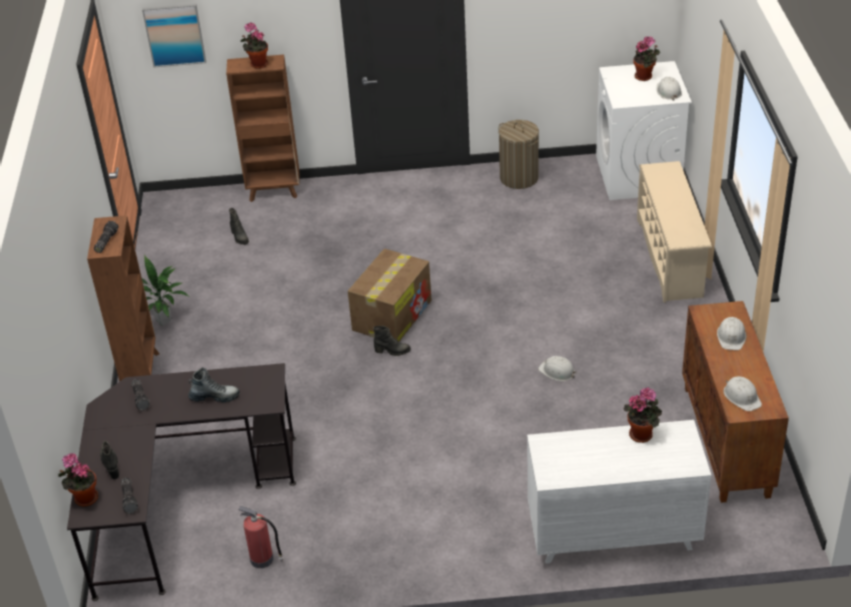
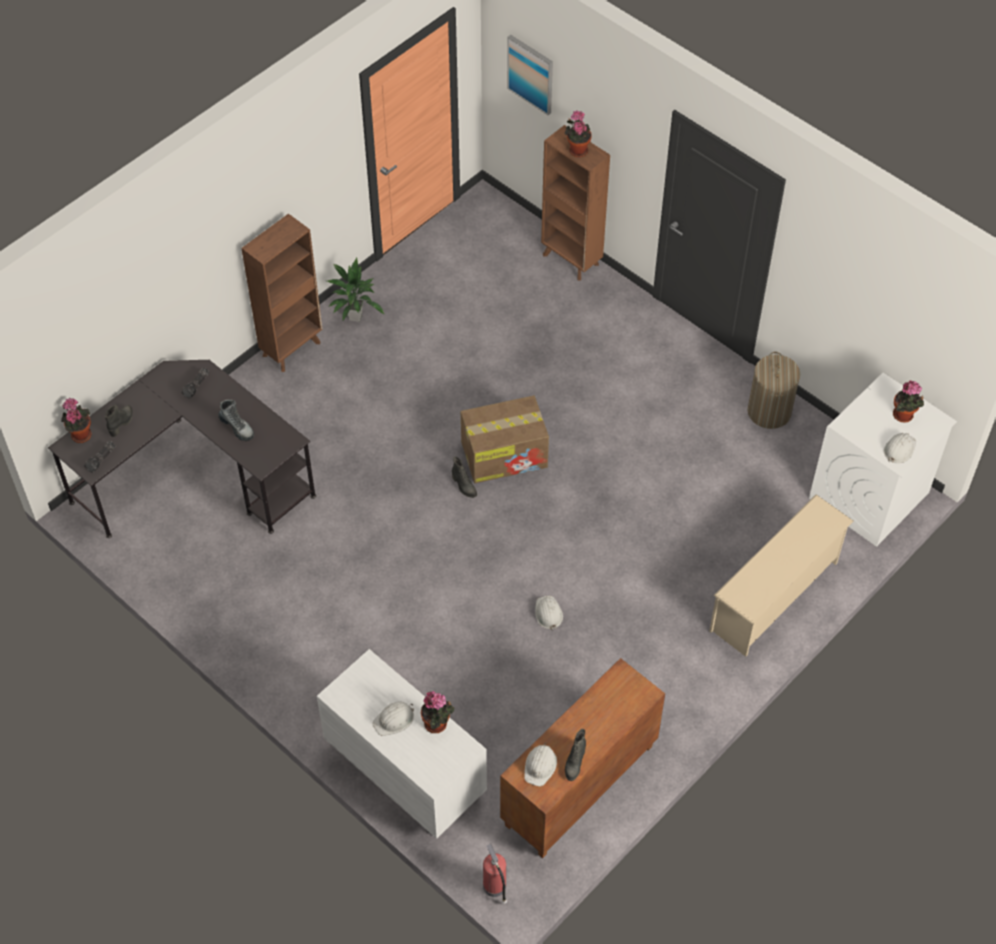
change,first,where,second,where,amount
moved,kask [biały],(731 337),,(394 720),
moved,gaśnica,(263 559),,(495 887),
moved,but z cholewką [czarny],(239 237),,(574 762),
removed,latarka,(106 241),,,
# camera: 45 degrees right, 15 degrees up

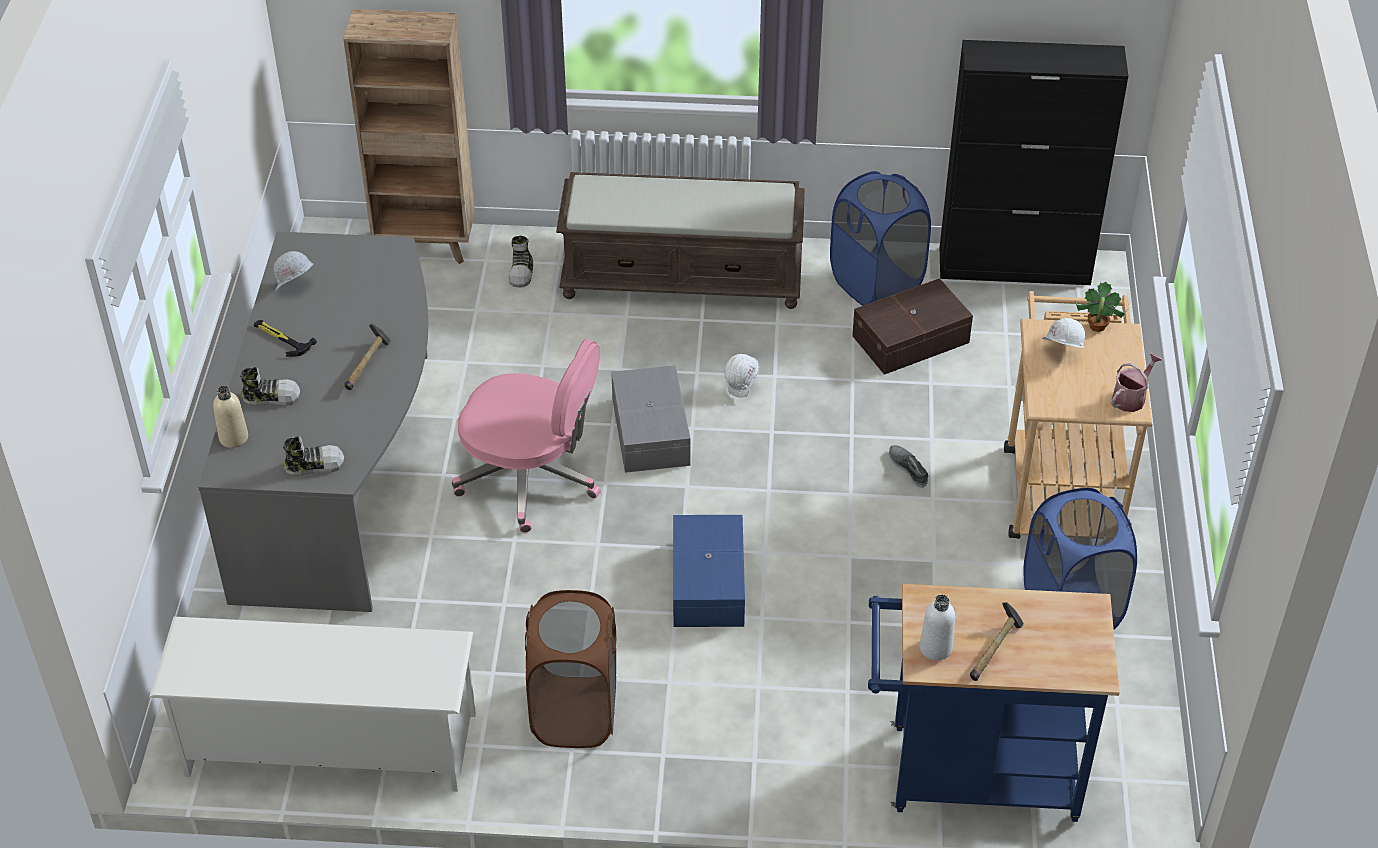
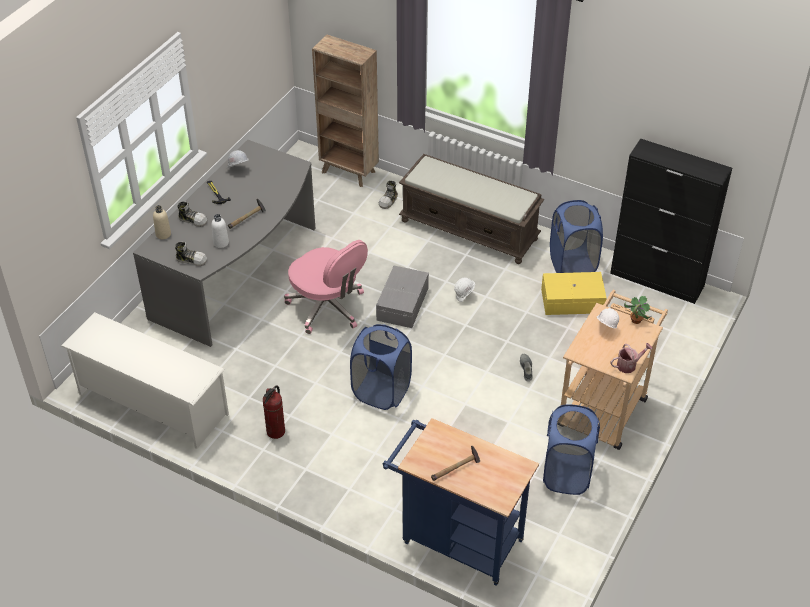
change,first,where,second,where,amount
moved,butelka [biały],(935 648),,(221 243),
replaced,kosz na pranie [brązowy],(575 713),gaśnica,(276 432),
replaced,pojemnik do przechowywania [niebieski],(706 584),kosz na pranie [niebieski],(381 391),
recoloured,pojemnik do przechowywania [brązowy],(912 340),pojemnik do przechowywania [żółty],(573 301),
# camera: 25 degrees right, 0 degrees up

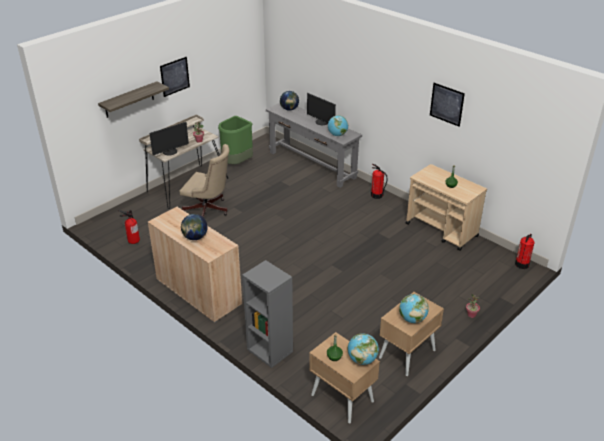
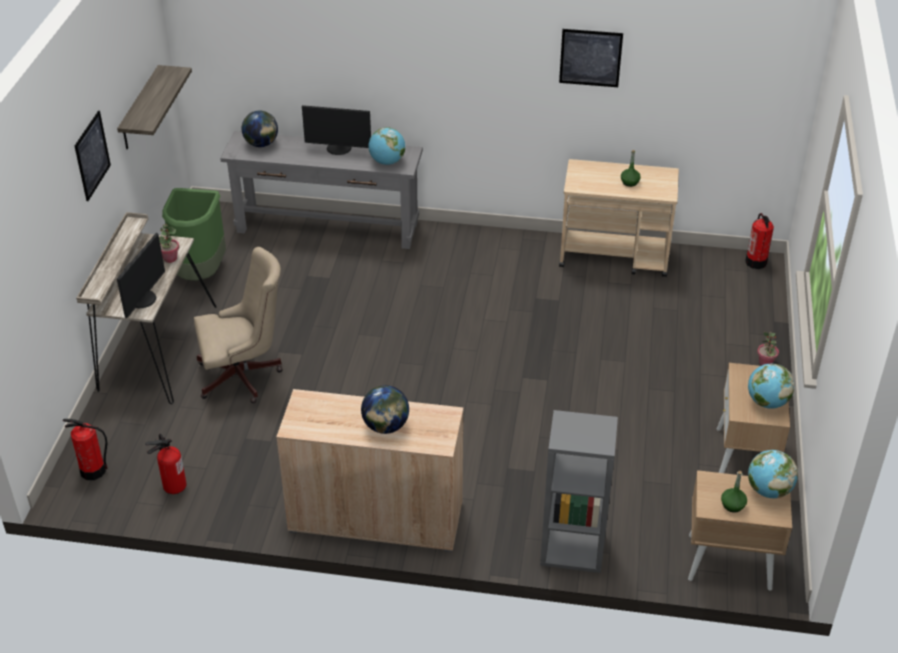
change,first,where,second,where,amount
moved,gaśnica,(377 195),,(93 471),
moved,półka,(129 100),,(140 109),
# camera: 35 degrees left, 5 degrees up

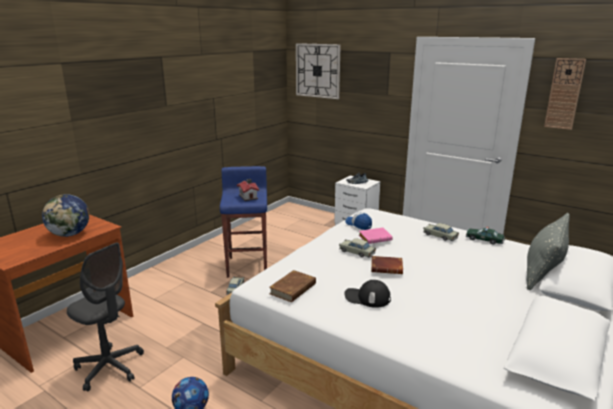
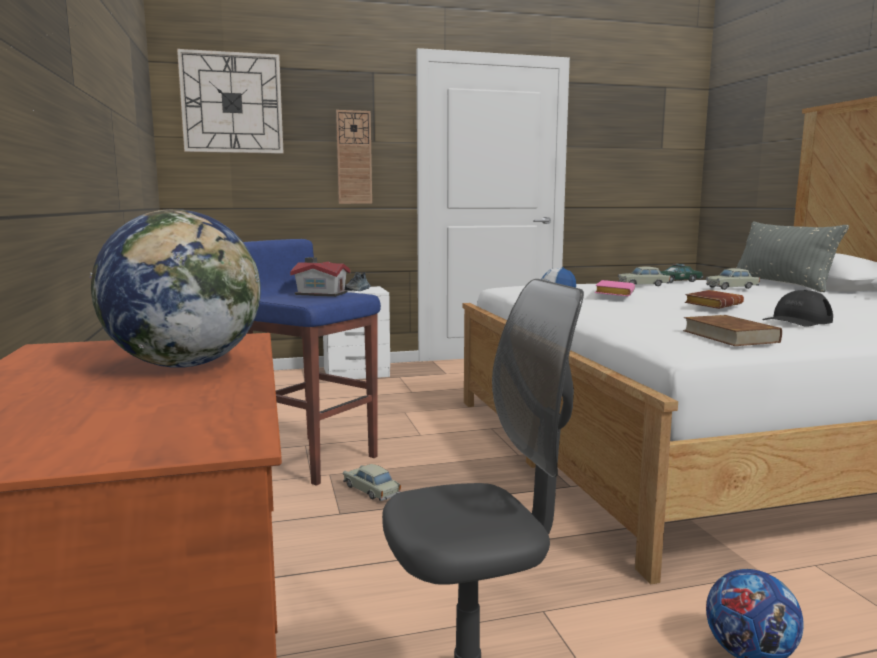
change,first,where,second,where,amount
moved,zegar ścienny,(564 94),,(354 157),
moved,samochodzik [beżowy],(356 252),,(732 288),
# camera: 50 degrees left, 10 degrees down

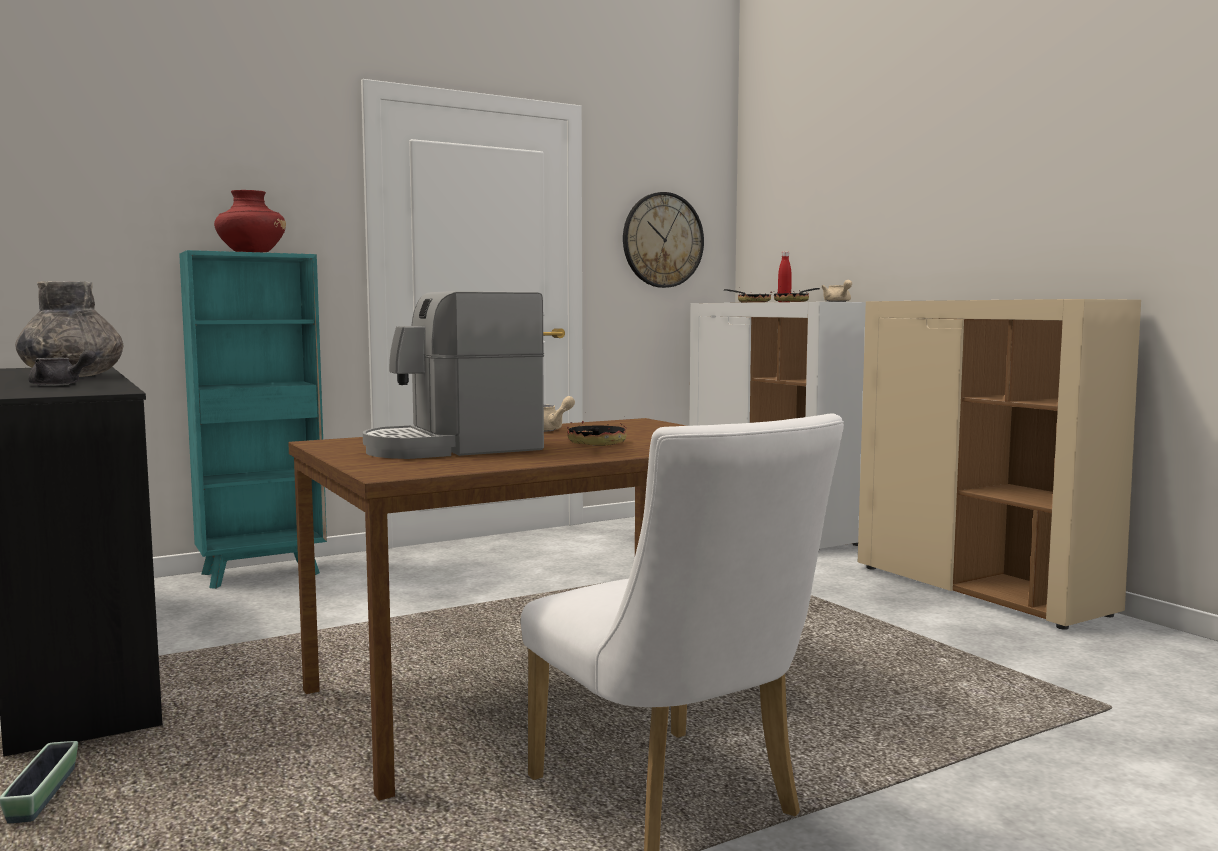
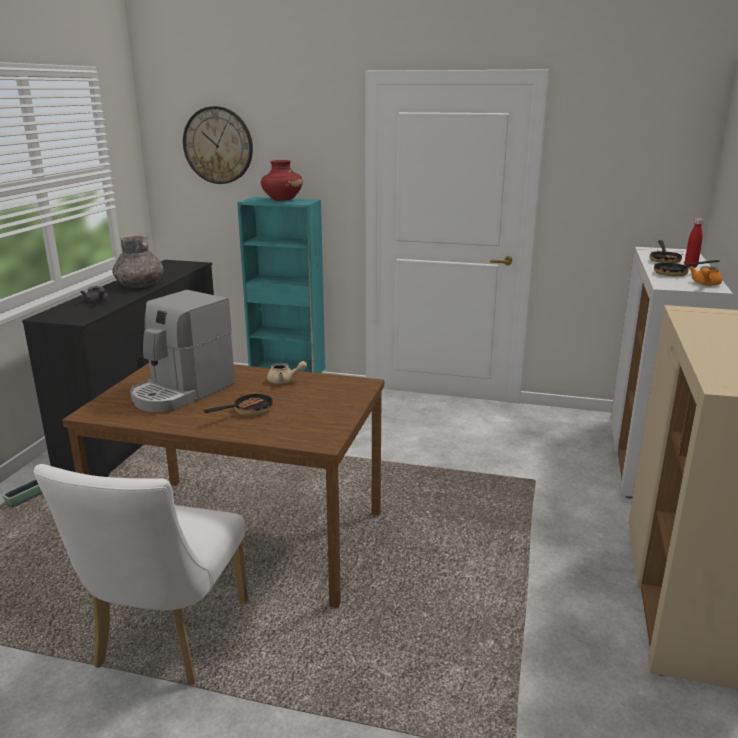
change,first,where,second,where,amount
turned,ekspres do kawy,(453 448),,(182 392),75 degrees counterclockwise
moved,zegar ścienny,(662 240),,(218 145),
recoloured,imbryk [beżowy],(838 301),imbryk [pomarańczowy],(705 284),
# camera: 45 degrees right, 15 degrees up

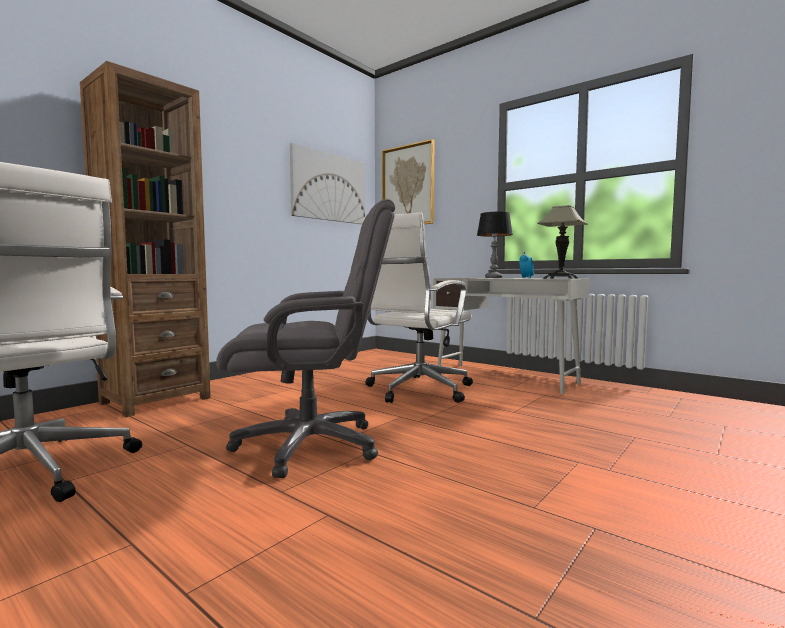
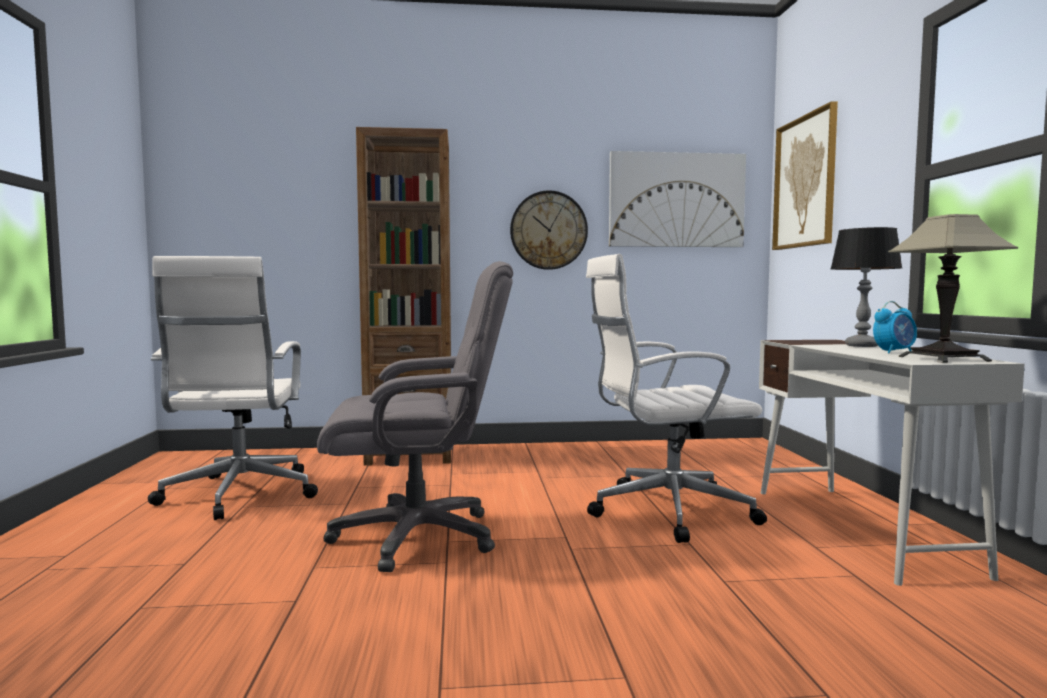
change,first,where,second,where,amount
turned,krzesło biurowe [szary],(310 445),,(418 536),45 degrees counterclockwise
added,,,zegar ścienny,(548 230),
# camera: 45 degrees right, 0 degrees up

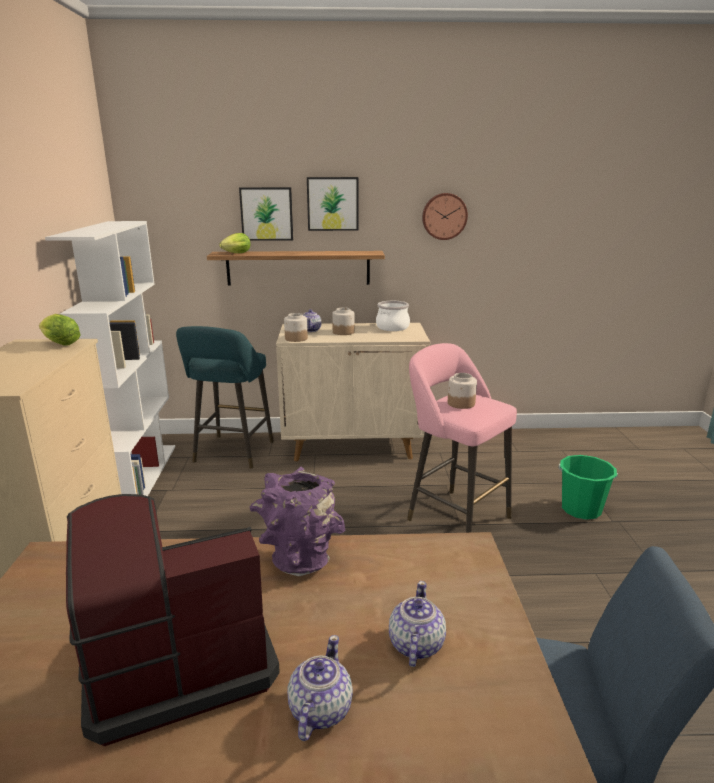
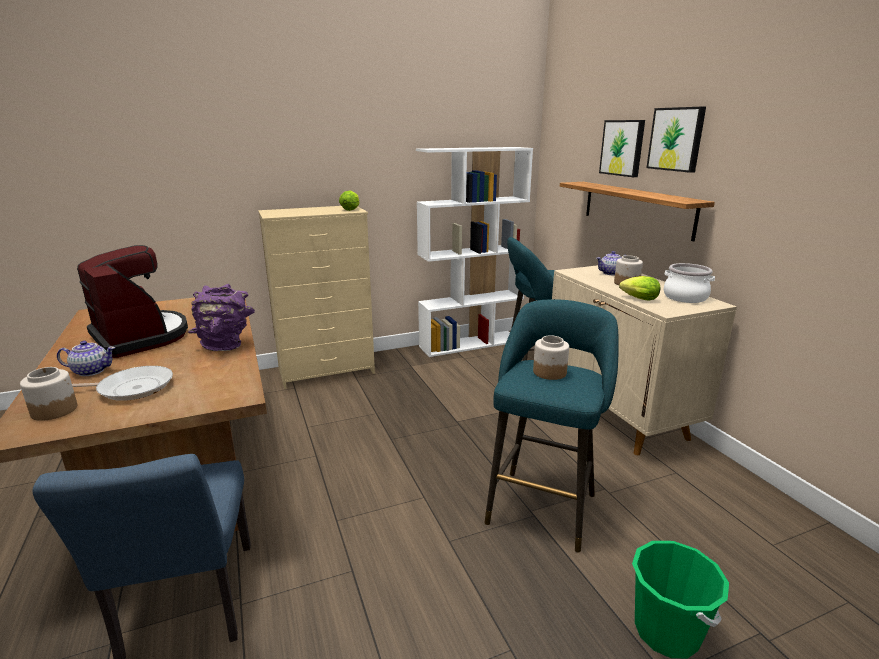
change,first,where,second,where,amount
moved,słoik,(296 338),,(54 410),
replaced,imbryk,(415 645),patelnia,(132 388),
recoloured,stołek [różowy],(454 516),stołek [turkusowy],(543 504),
moved,sałata,(235 253),,(637 299),
removed,zegar ścienny,(444 216),,,
# camera: 70 degrees right, 0 degrees up

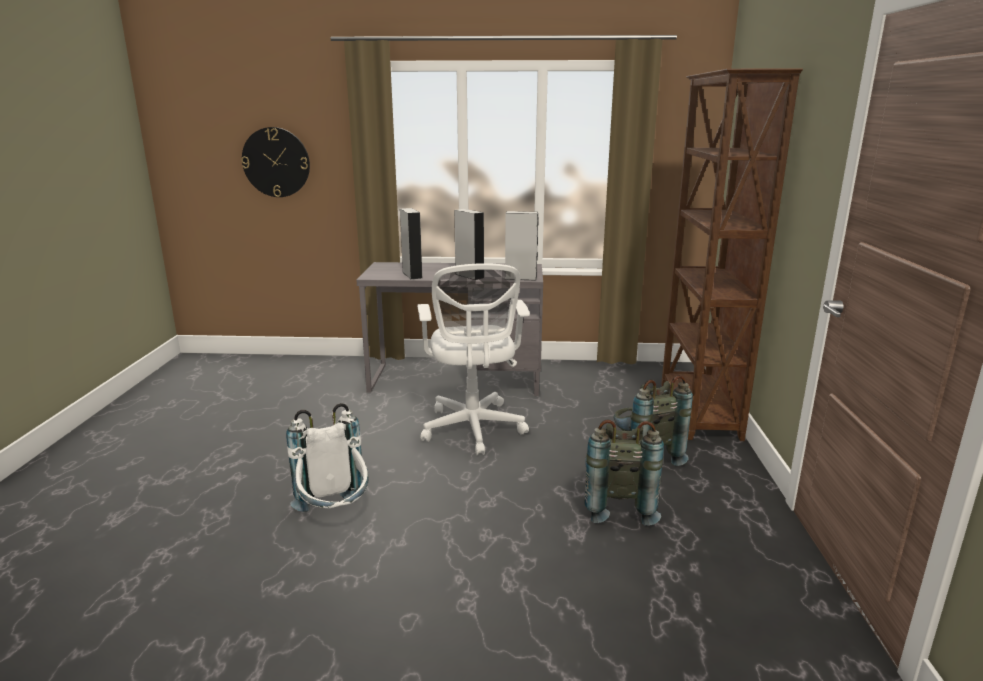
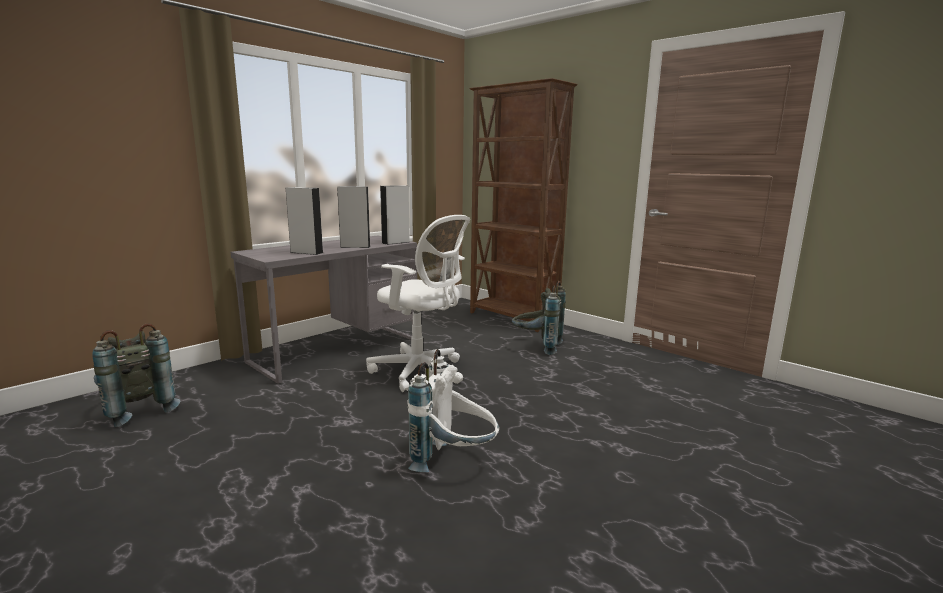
change,first,where,second,where,amount
moved,plecak [szary],(617 505),,(137 410),
removed,zegar ścienny,(276 162),,,
# camera: 50 degrees left, 5 degrees down

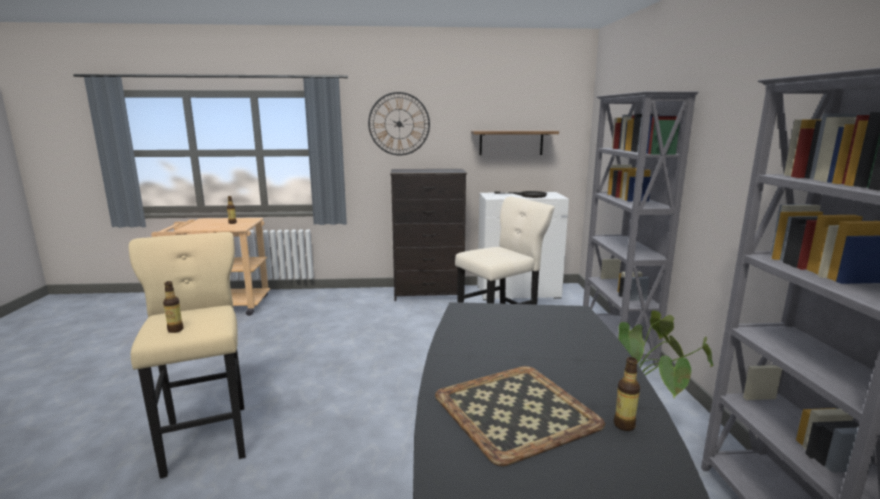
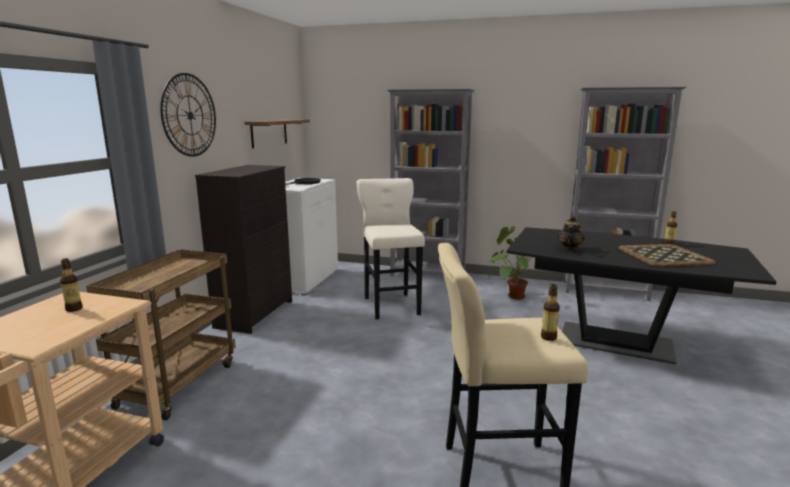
change,first,where,second,where,amount
added,,,wózek [brązowy],(178 383),
added,,,imbryk,(569 249),
# camera: 70 degrees left, 0 degrees up

